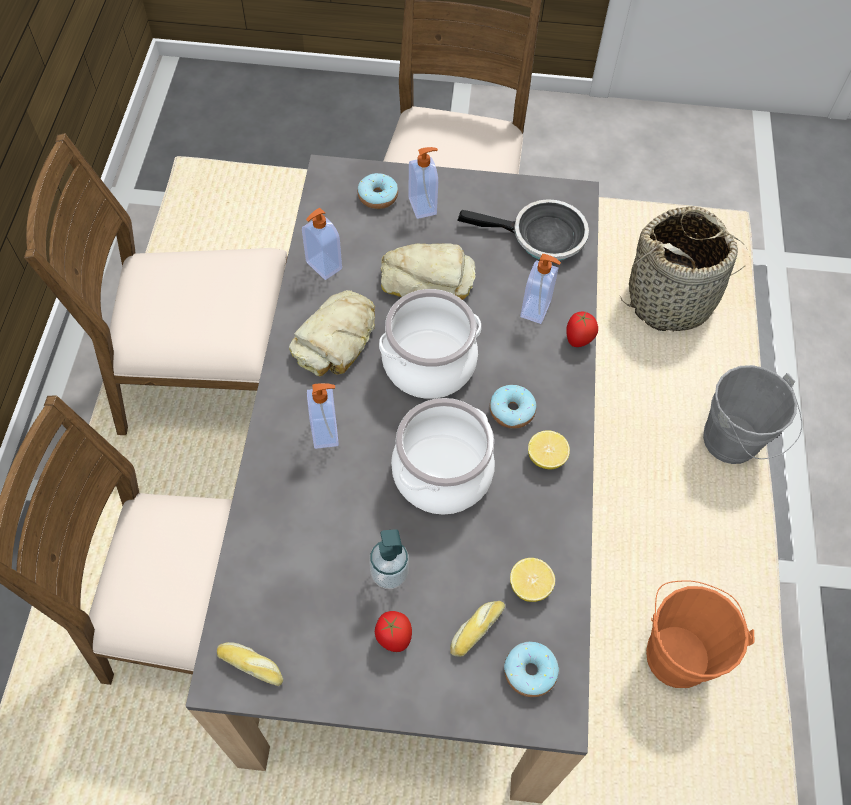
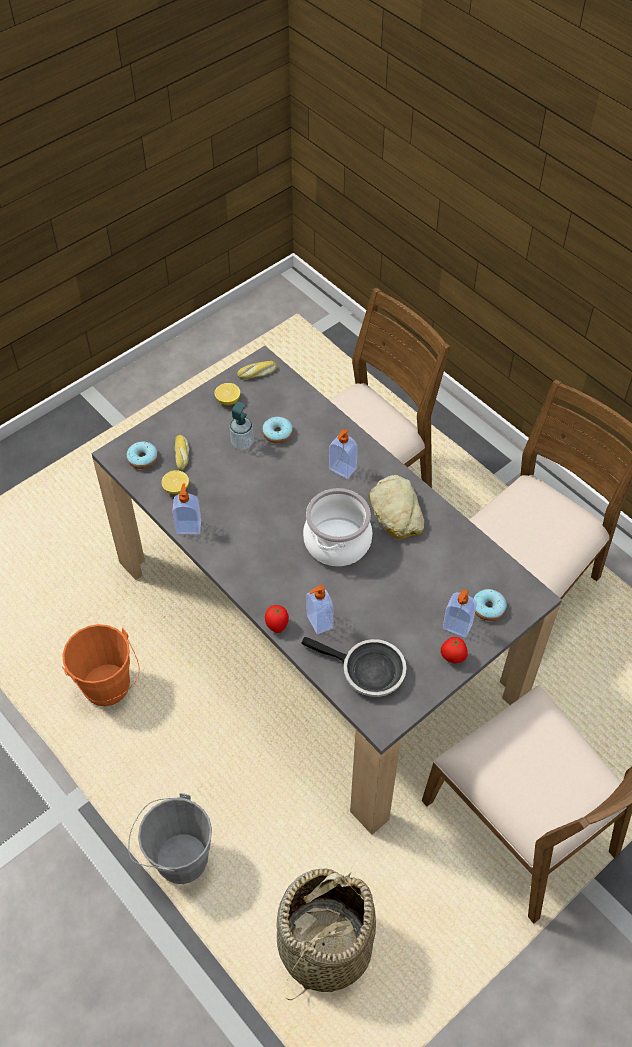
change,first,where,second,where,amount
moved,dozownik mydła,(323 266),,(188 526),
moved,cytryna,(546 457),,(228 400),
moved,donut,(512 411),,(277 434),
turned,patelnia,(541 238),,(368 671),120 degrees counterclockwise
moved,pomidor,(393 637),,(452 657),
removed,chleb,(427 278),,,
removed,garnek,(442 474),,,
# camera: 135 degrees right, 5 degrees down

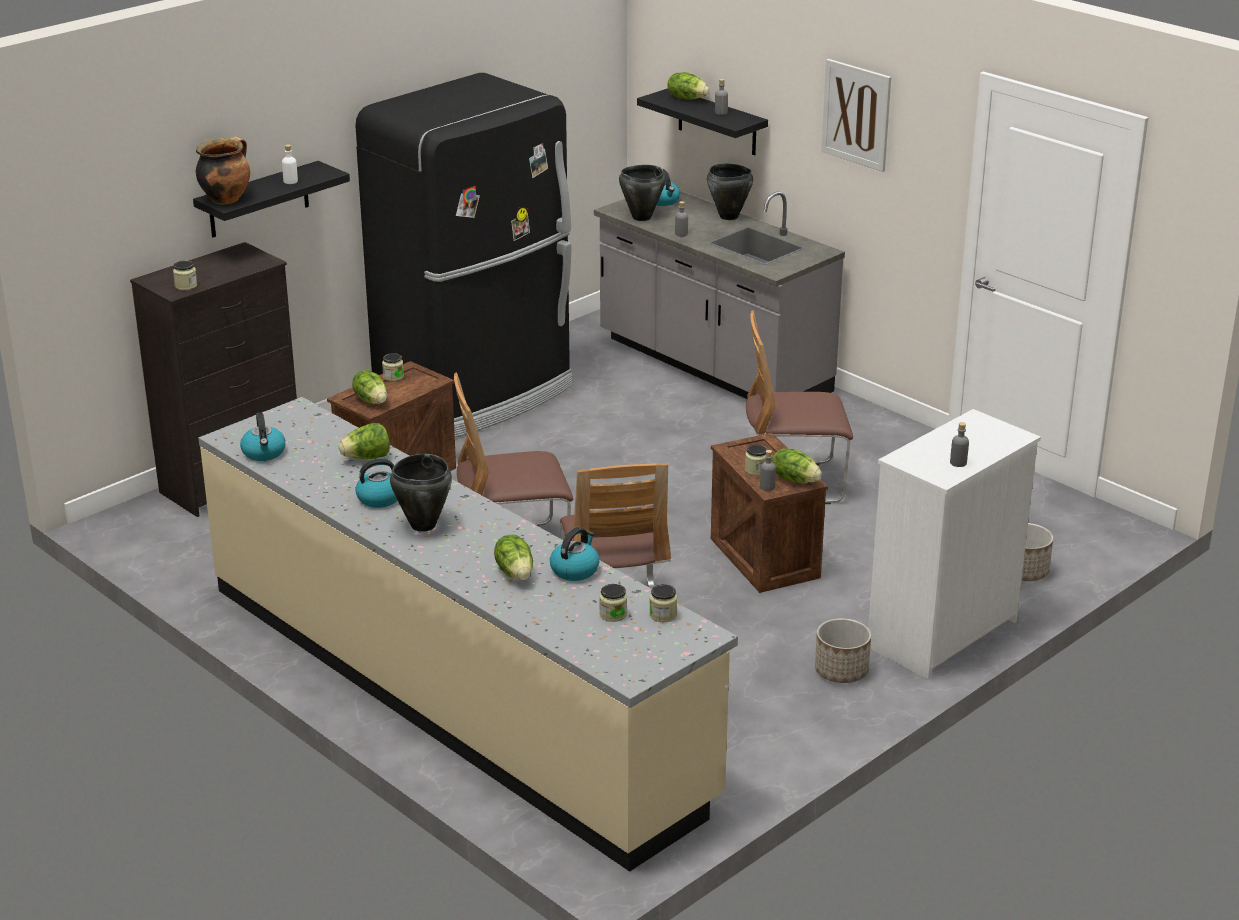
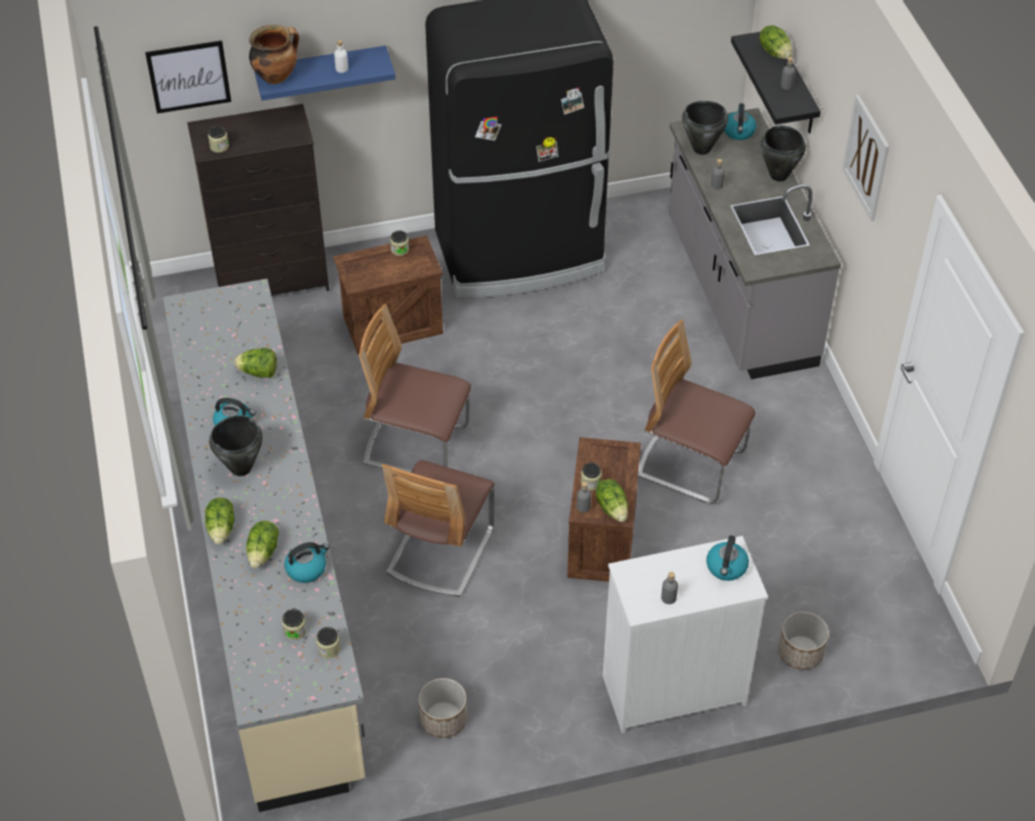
change,first,where,second,where,amount
added,,,obraz,(188 76),
moved,sałata,(371 400),,(222 528),
recoloured,półka [czarny],(258 200),półka [niebieski],(321 71),
moved,donica,(841 671),,(443 719),
moved,czajnik,(264 453),,(726 567),
# camera: 30 degrees right, 20 degrees up

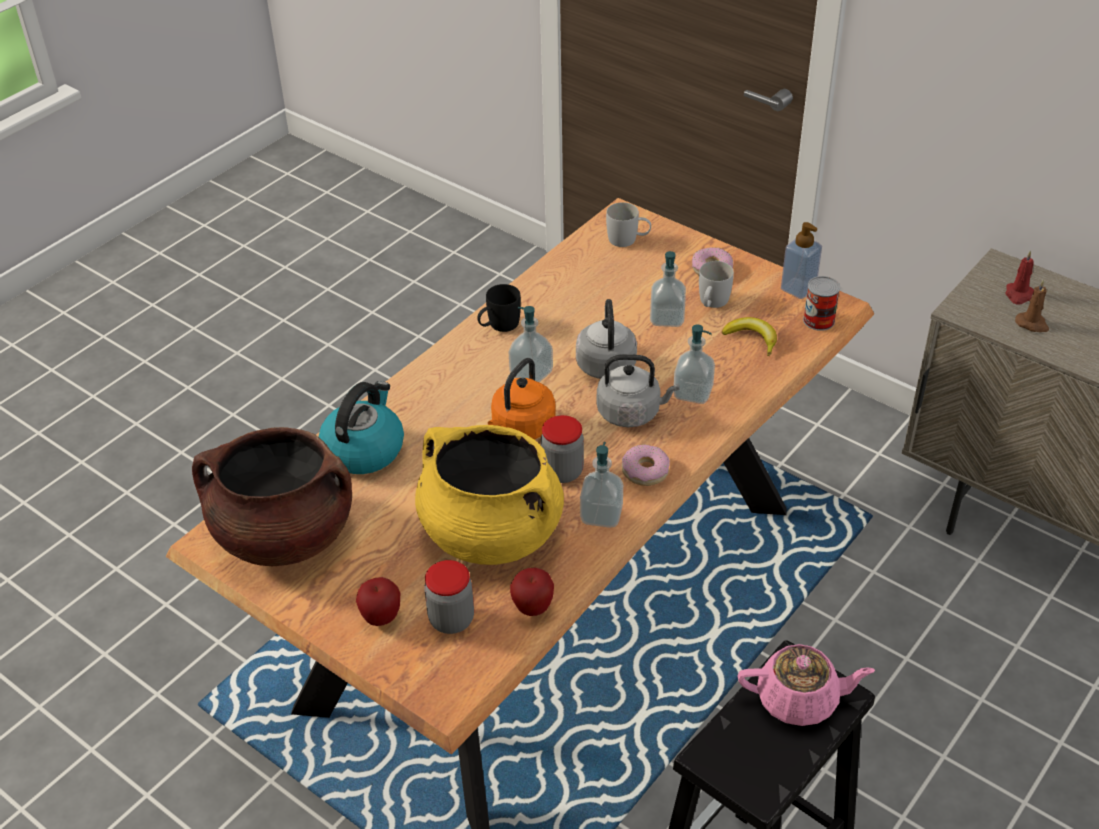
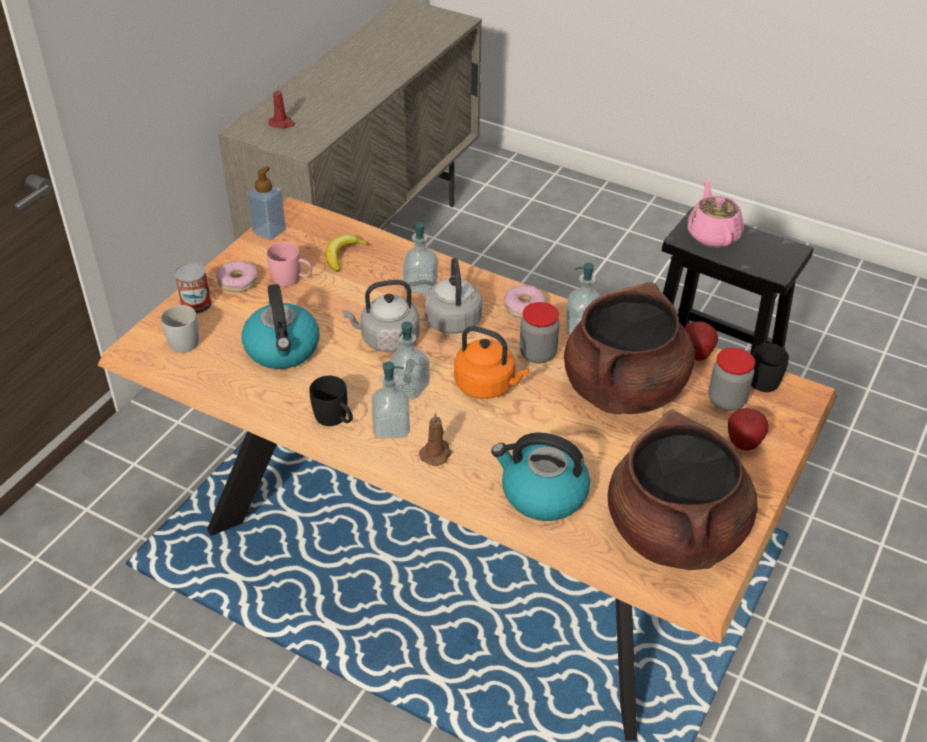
change,first,where,second,where,amount
moved,puszka,(818 320),,(196 304),
added,,,czajnik,(283 350),
recoloured,kubek [biały],(712 303),kubek [różowy],(292 279),
moved,dozownik mydła,(667 318),,(391 428),
moved,świeca [brązowy],(1032 324),,(436 453),
recoloured,garnek [żółty],(490 533),garnek [brązowy],(624 390),
added,,,kubek [czarny],(765 378),
# camera: 100 degrees left, 0 degrees up

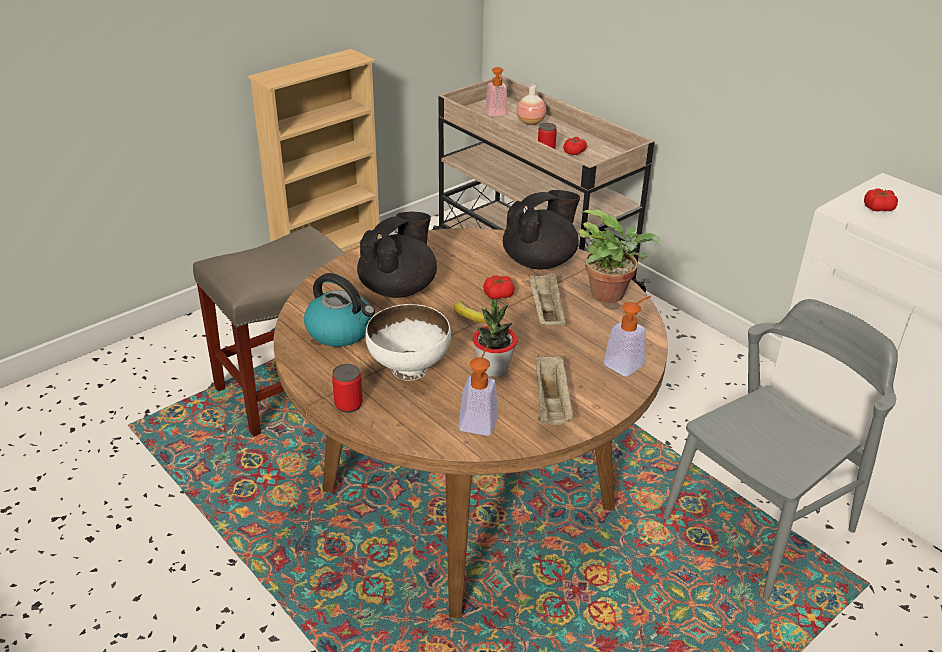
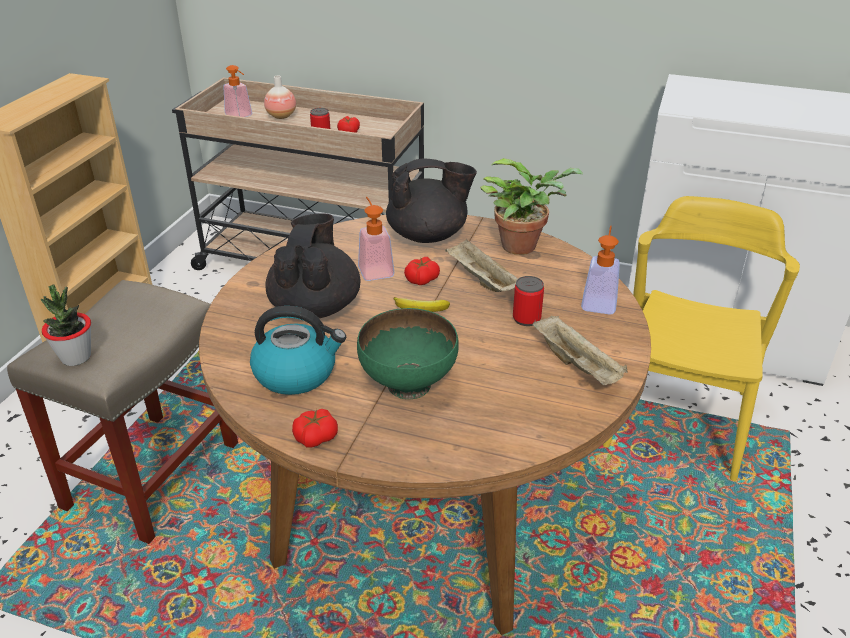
change,first,where,second,where,amount
moved,roślina doniczkowa,(493 369),,(76 357),
moved,pomidor,(878 208),,(315 437),
recoloured,miska [biały],(409 368),miska [zielony],(408 384),
moved,dozownik mydła,(480 419),,(374 268),
turned,imbryk [czarny],(540 261),,(428 235),60 degrees clockwise
moved,puszka,(348 404),,(526 318),
recoloured,krzesło [szary],(759 525),krzesło [żółty],(678 419),
# camera: 30 degrees left, 0 degrees up

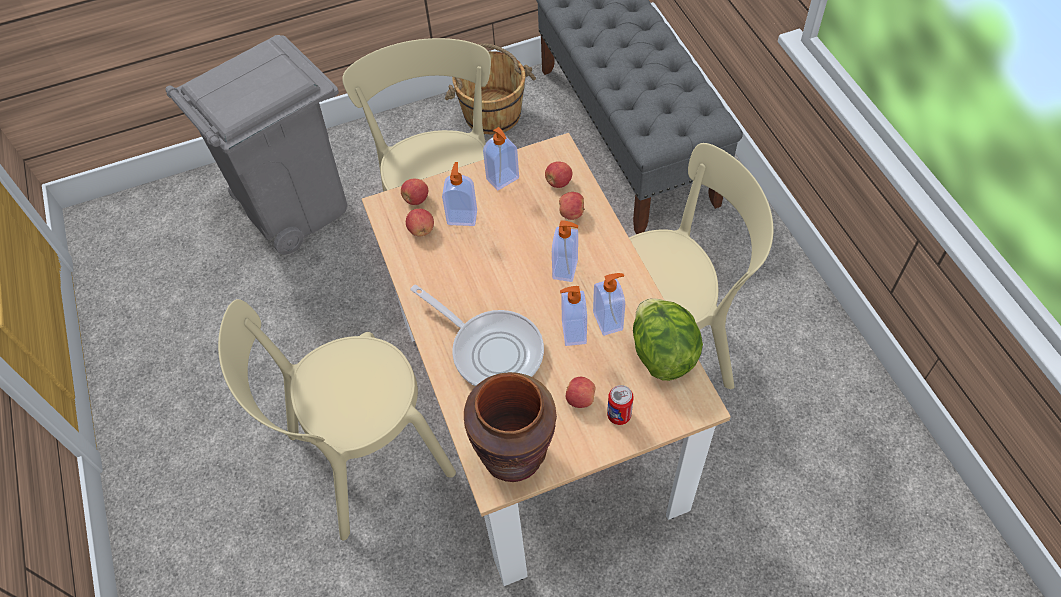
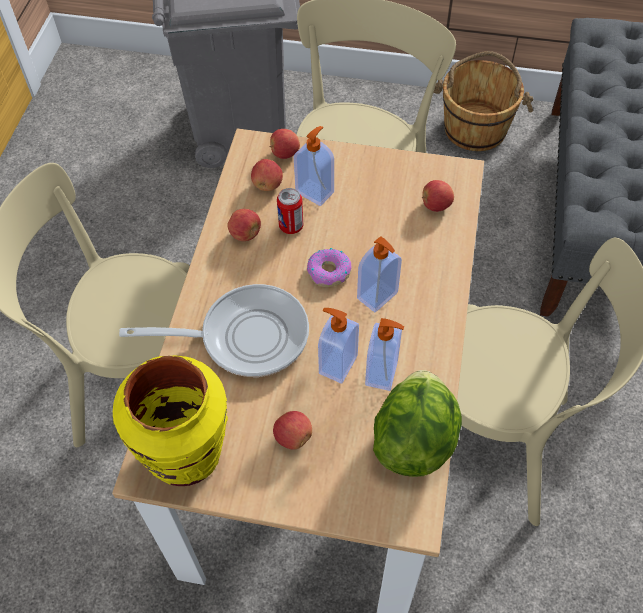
change,first,where,second,where,amount
recoloured,wazon [brązowy],(514 455),wazon [żółty],(187 455),
turned,patelnia,(491 349),,(245 336),75 degrees counterclockwise
moved,jabłko,(571 213),,(245 234),
moved,puszka,(619 415),,(291 226),
added,,,donut,(329 272),
removed,dozownik mydła,(503 179),,,
# camera: 30 degrees right, 0 degrees up

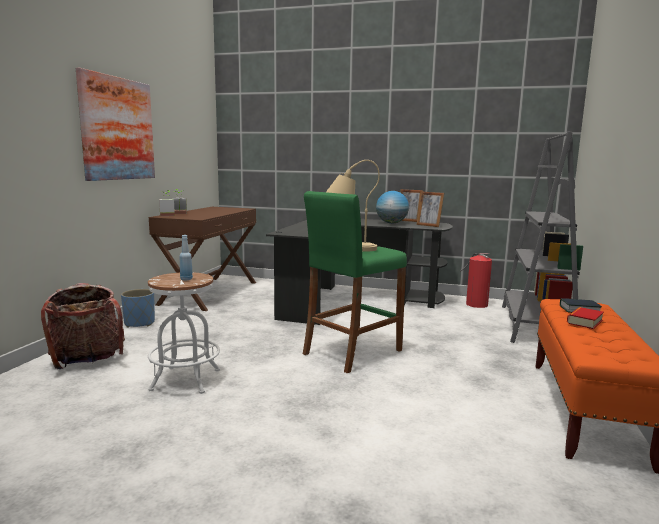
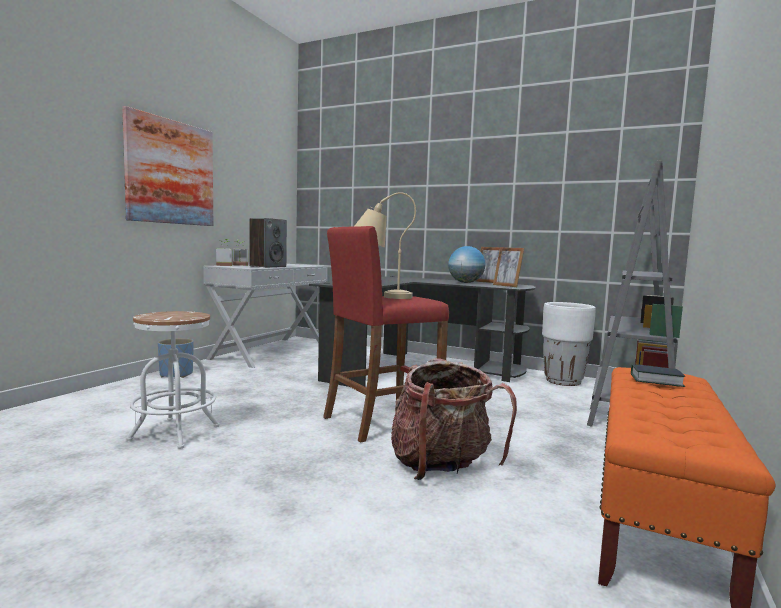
change,first,where,second,where,amount
recoloured,stolik konsolowy [brązowy],(209 293),stolik konsolowy [biały],(270 351),
added,,,głośnik,(268 266),
recoloured,stołek [zielony],(352 352),stołek [czerwony],(382 420),
moved,plecak,(88 359),,(441 467),
replaced,gaśnica,(476 304),donica [biały],(563 381),
removed,butelka [niebieski],(186 279),,,
removed,książka,(584 322),,,
# camera: 10 degrees right, 5 degrees down

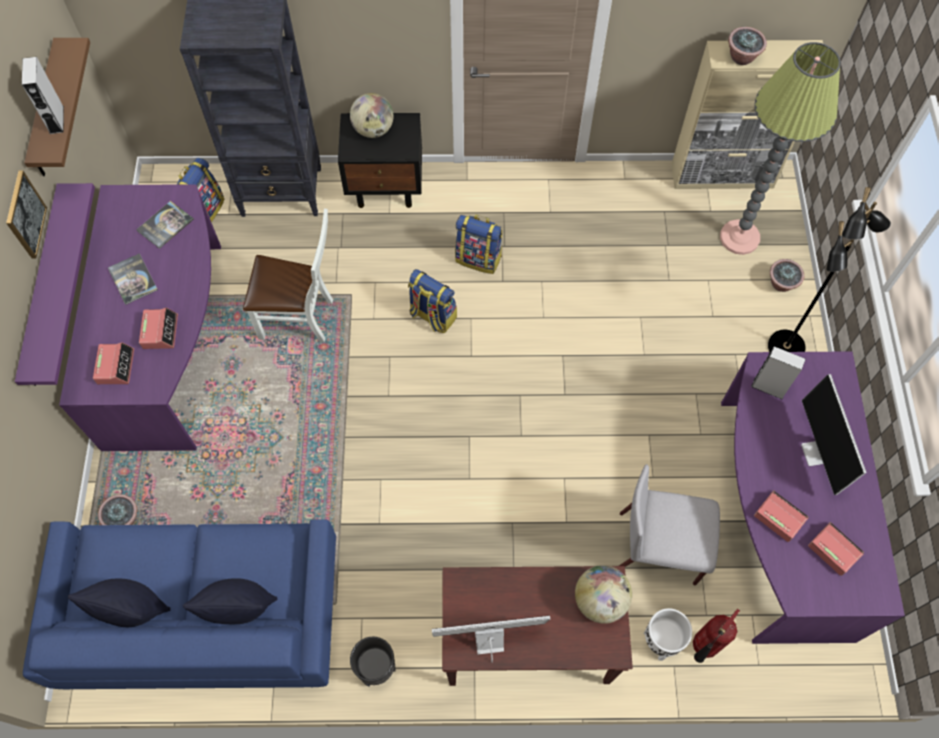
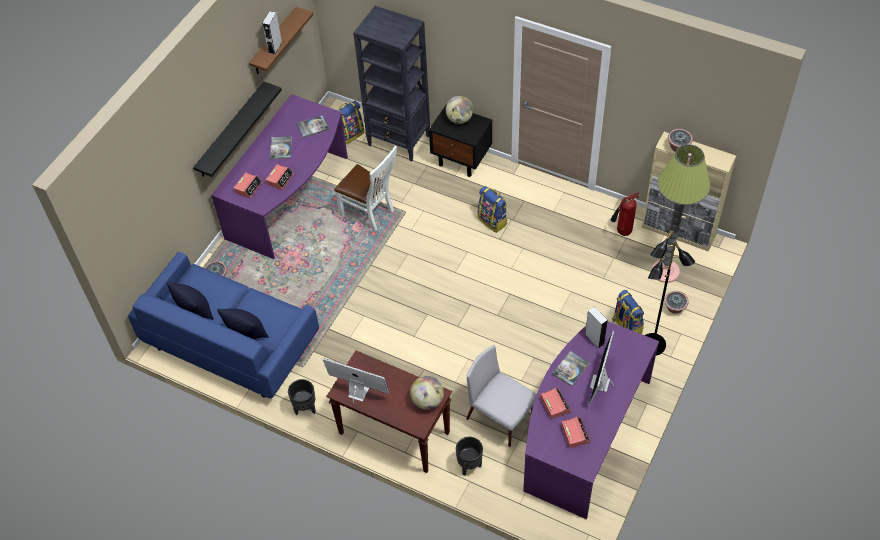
change,first,where,second,where,amount
recoloured,półka [fioletowy],(44 288),półka [czarny],(231 131),
recoloured,donica [biały],(659 642),donica [czarny],(469 466),
added,,,książka,(571 368),
moved,gaśnica,(703 648),,(622 232),
moved,plecak,(432 316),,(626 326),
removed,obraz,(25 215),,,
# camera: 30 degrees right, 10 degrees down

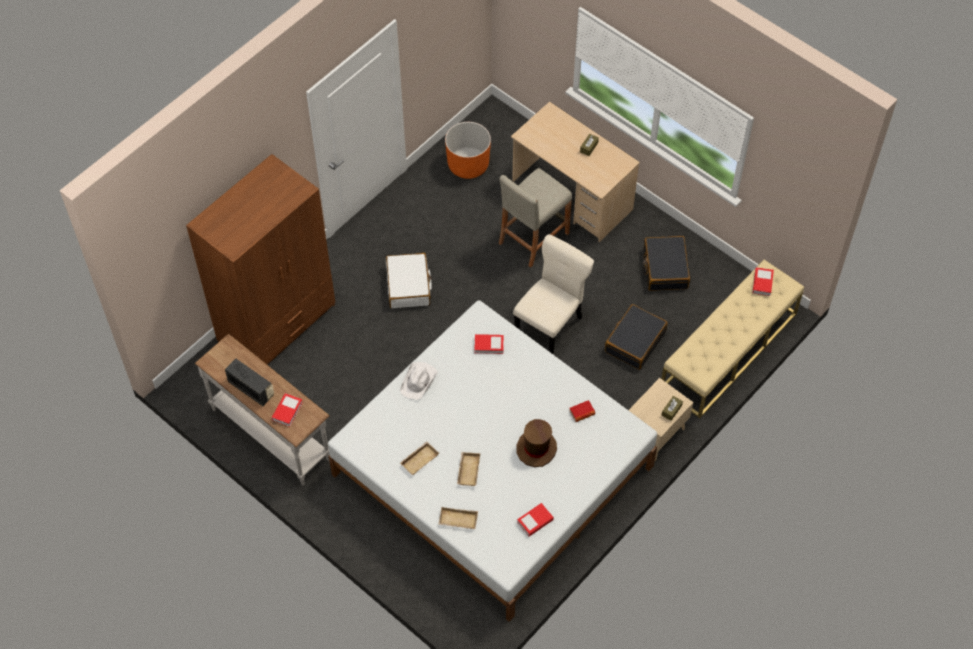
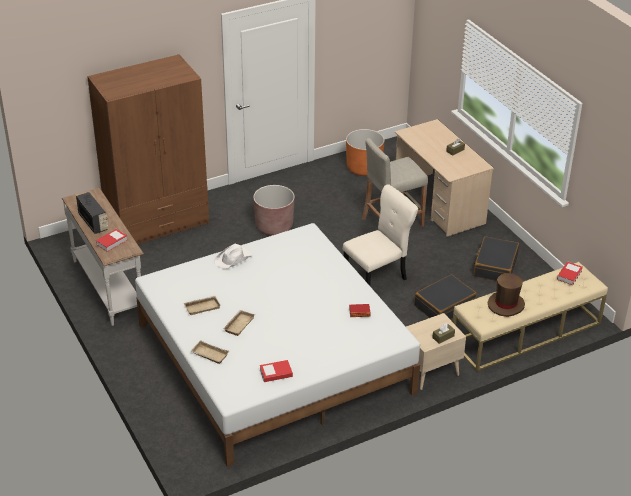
change,first,where,second,where,amount
replaced,walizka [biały],(409 286),donica [brązowy],(274 226),
moved,kapelusz [brązowy],(536 448),,(506 304),
removed,książka,(489 345),,,
# camera: 20 degrees right, 20 degrees down

